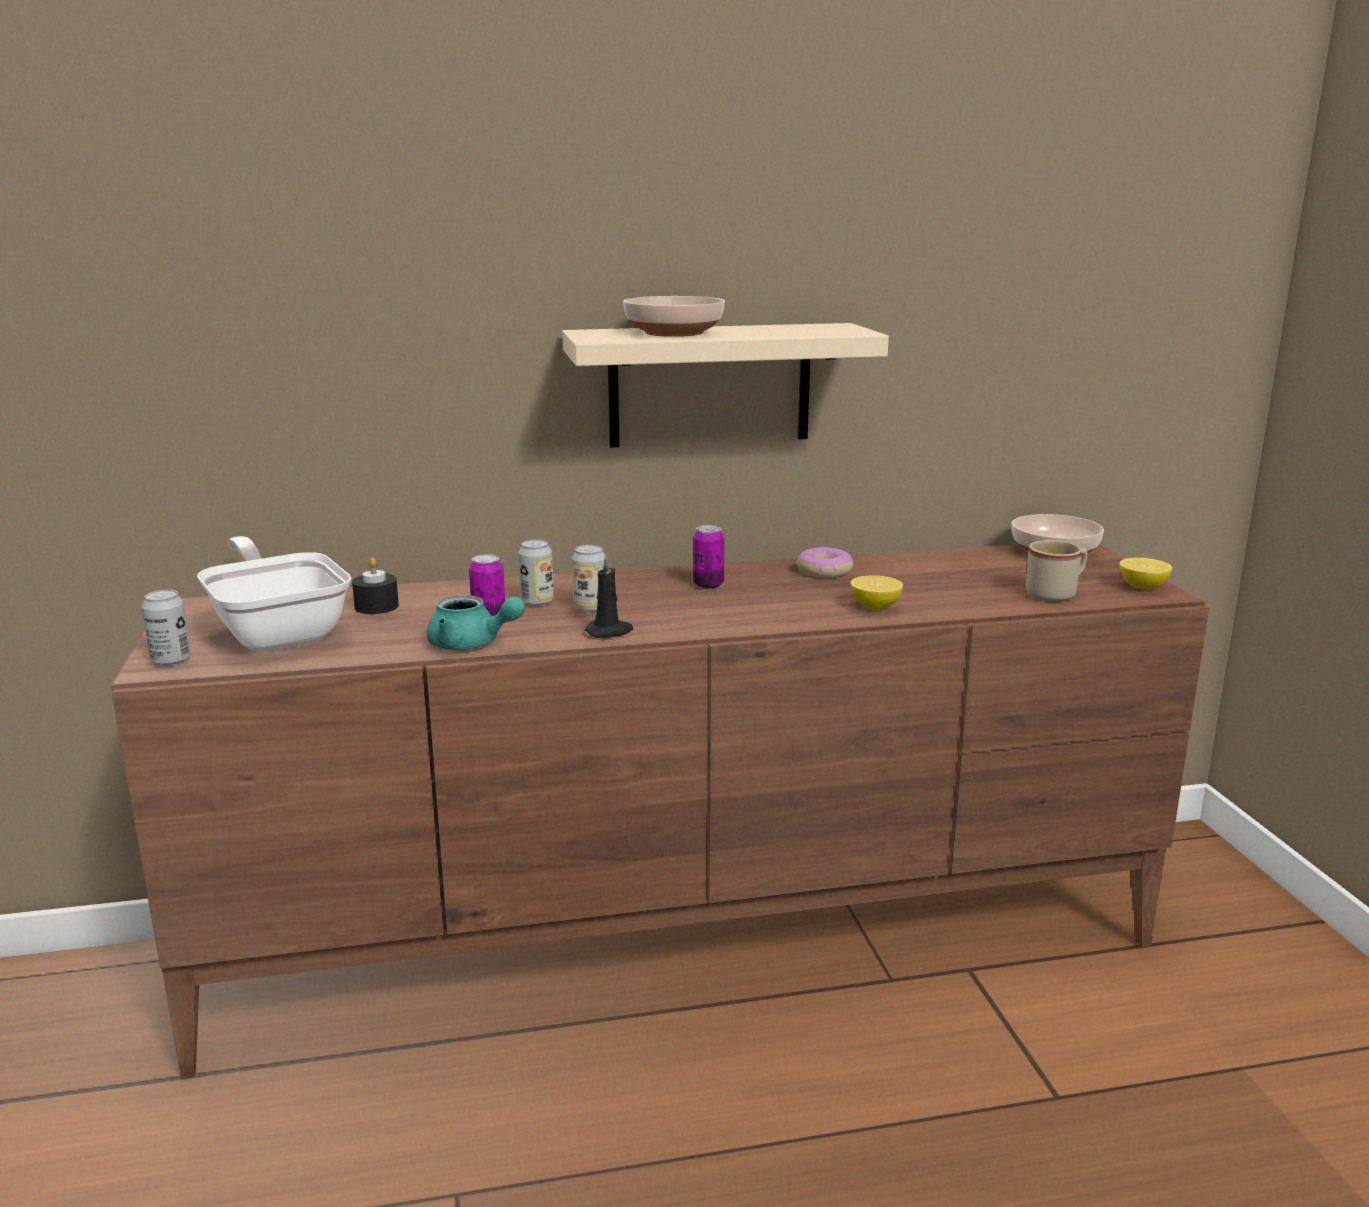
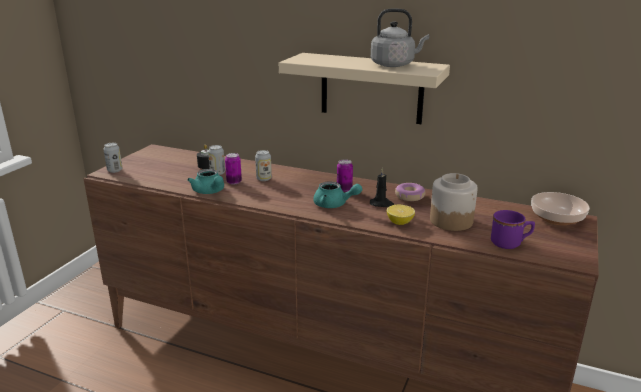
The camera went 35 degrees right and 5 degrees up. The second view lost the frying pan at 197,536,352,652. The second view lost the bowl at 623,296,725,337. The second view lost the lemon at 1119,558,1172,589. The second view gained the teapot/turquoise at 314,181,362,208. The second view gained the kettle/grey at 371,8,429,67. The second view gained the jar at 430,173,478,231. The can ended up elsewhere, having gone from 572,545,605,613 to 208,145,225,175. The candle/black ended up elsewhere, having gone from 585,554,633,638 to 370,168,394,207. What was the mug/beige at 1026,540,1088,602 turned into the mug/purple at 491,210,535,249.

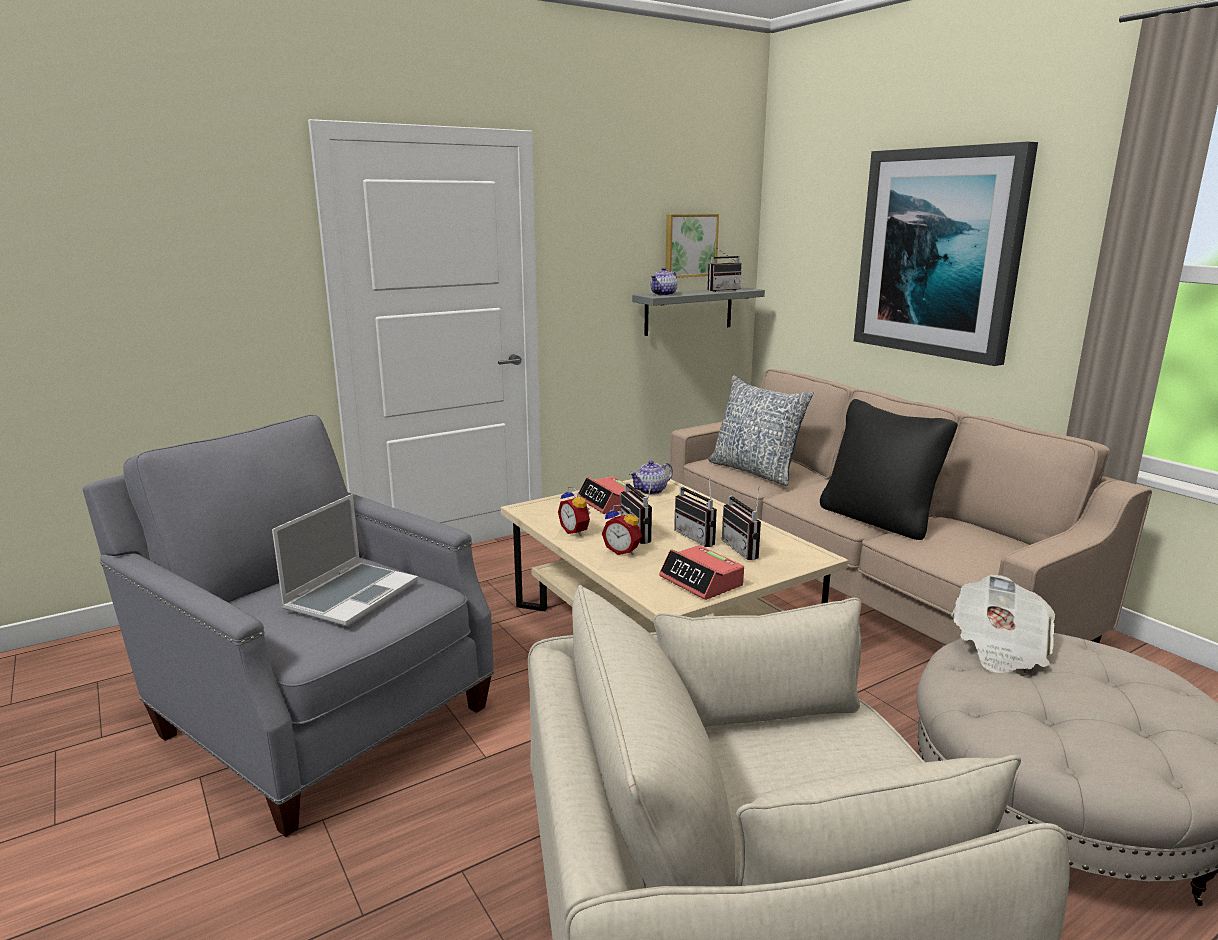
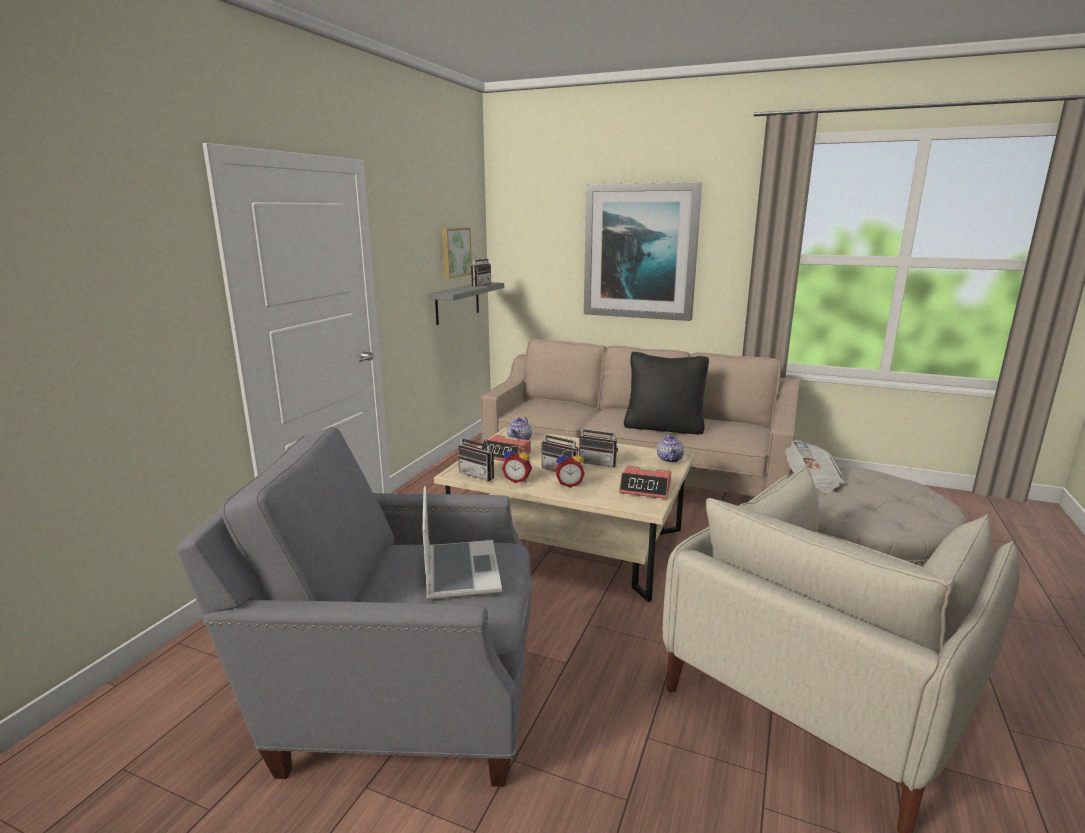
The camera went 35 degrees left and 0 degrees up. The second view lost the pillow at 708,375,814,486. The teapot ended up elsewhere, having gone from 651,267,678,296 to 657,434,684,463. The radio ended up elsewhere, having gone from 722,487,761,560 to 458,430,494,481.

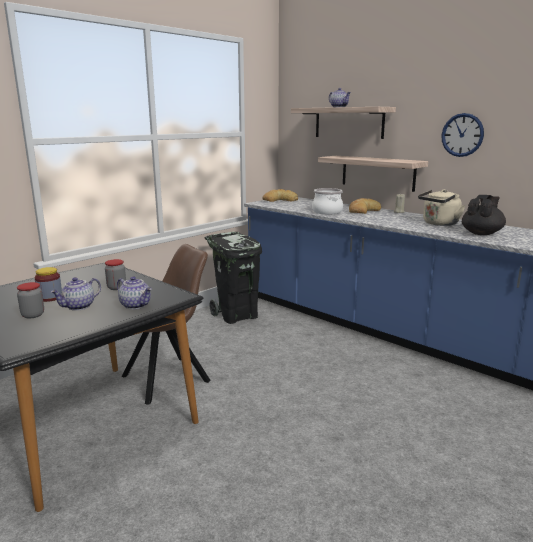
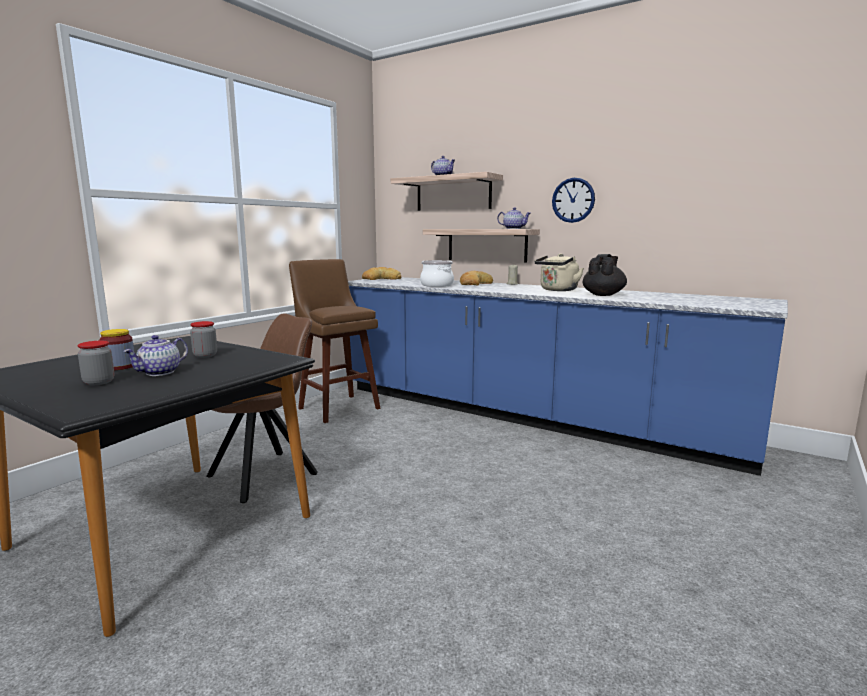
The camera went 10 degrees left and 5 degrees down. The teapot ended up elsewhere, having gone from 117,276,152,309 to 497,207,531,229. Where the trash can/black stood at 204,232,262,324, the stool/brown came to stand at 289,259,381,423.

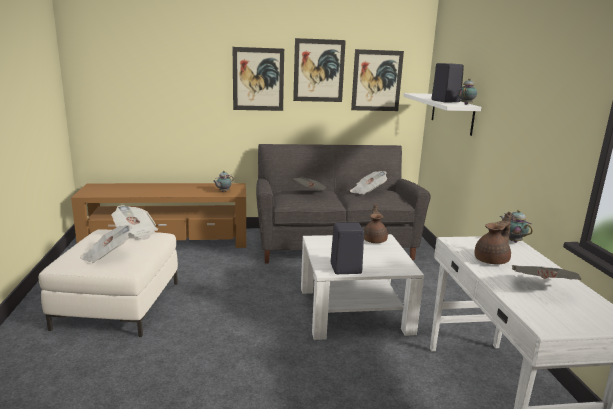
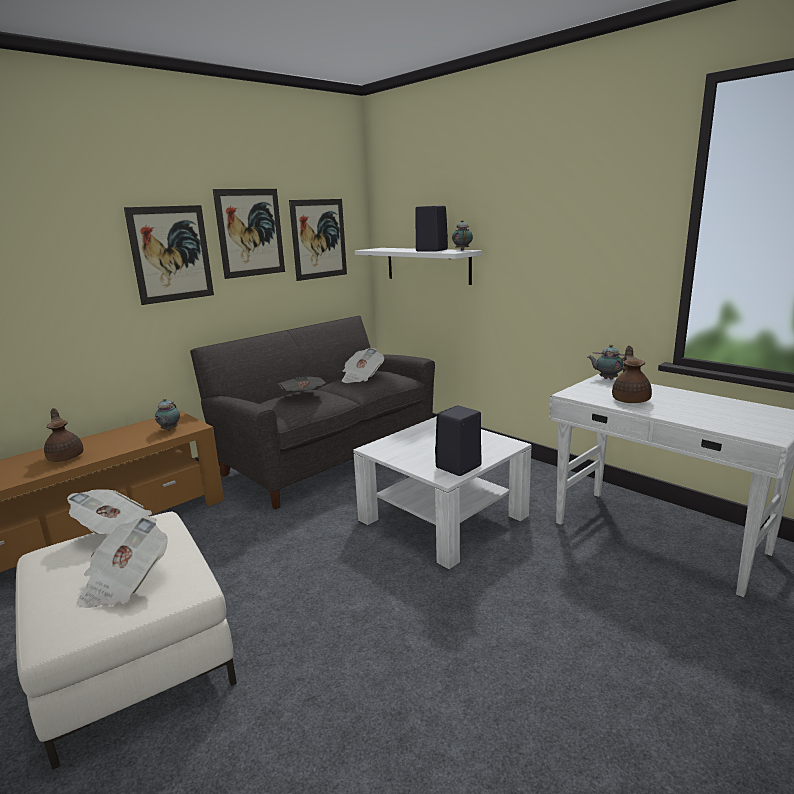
The camera went 35 degrees left and 0 degrees up. The second view lost the newspaper at 512,265,581,280. The teapot/brown ended up elsewhere, having gone from 364,204,388,243 to 44,408,84,462.

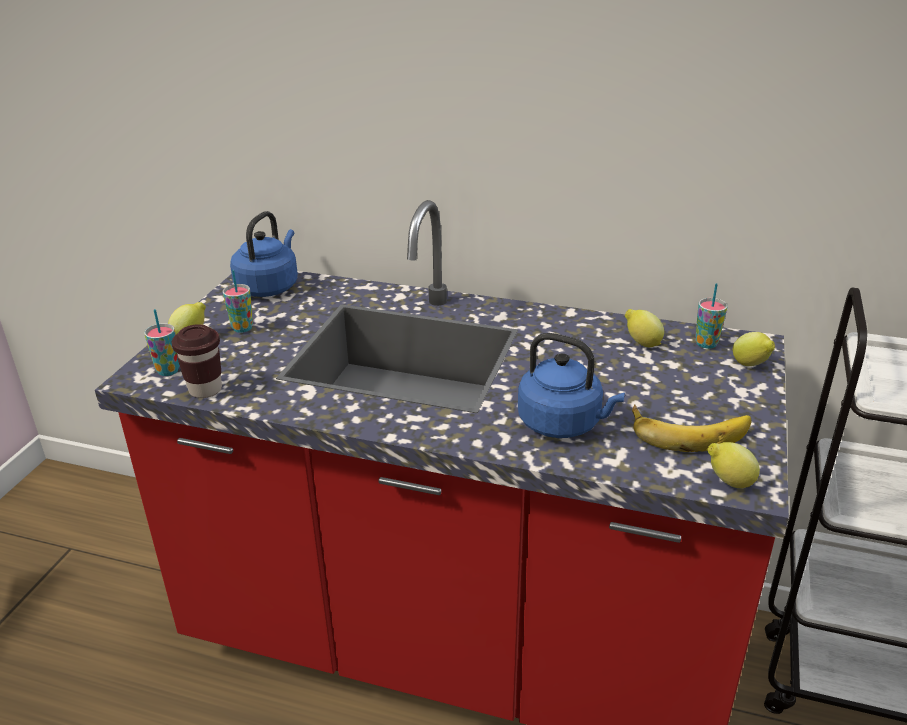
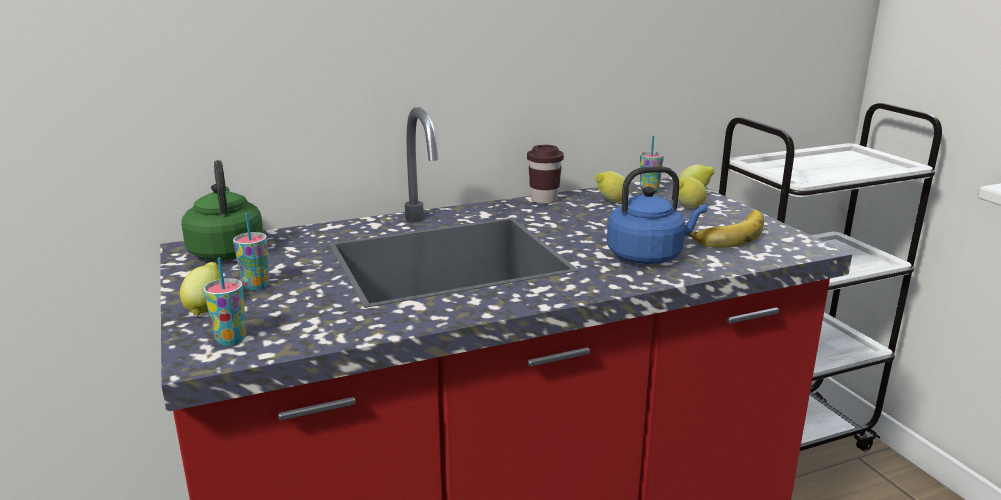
The camera went 40 degrees left and 10 degrees down. The cup/brown ended up elsewhere, having gone from 172,324,222,398 to 527,145,564,204. The lemon ended up elsewhere, having gone from 707,442,760,488 to 678,177,707,208. What was the kettle/blue at 230,211,298,297 turned into the kettle/green at 181,160,264,260.

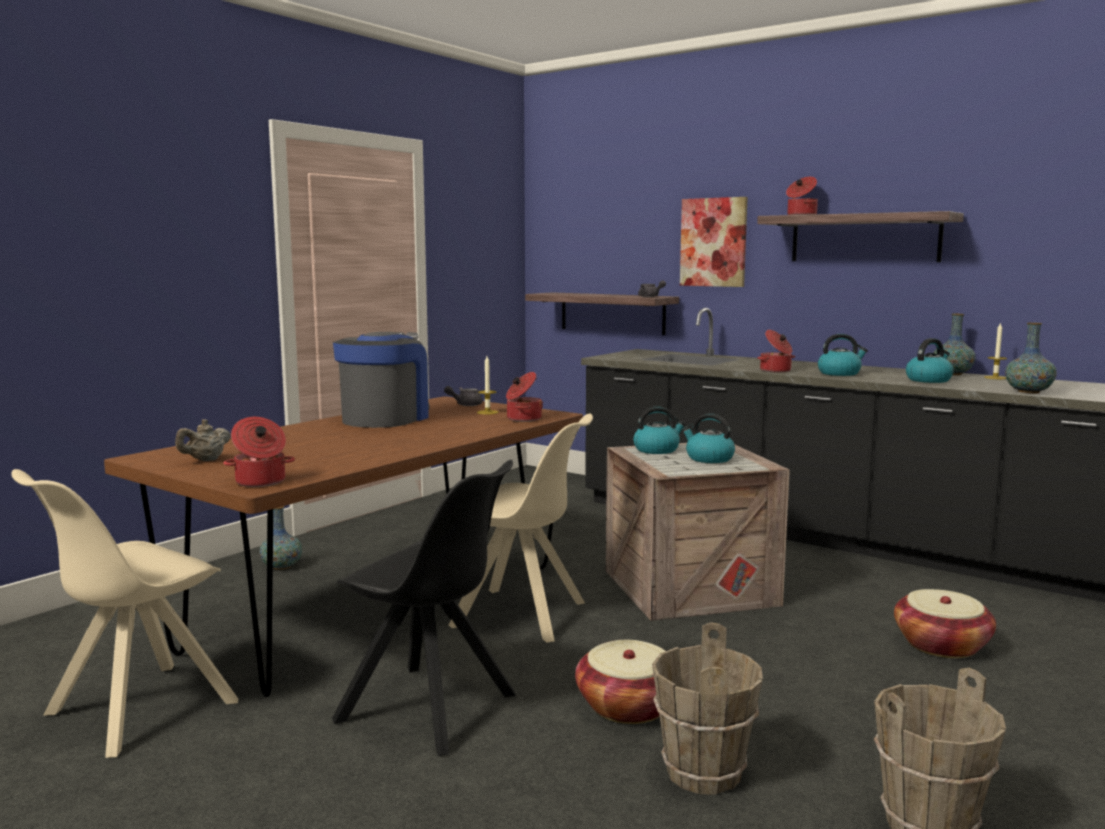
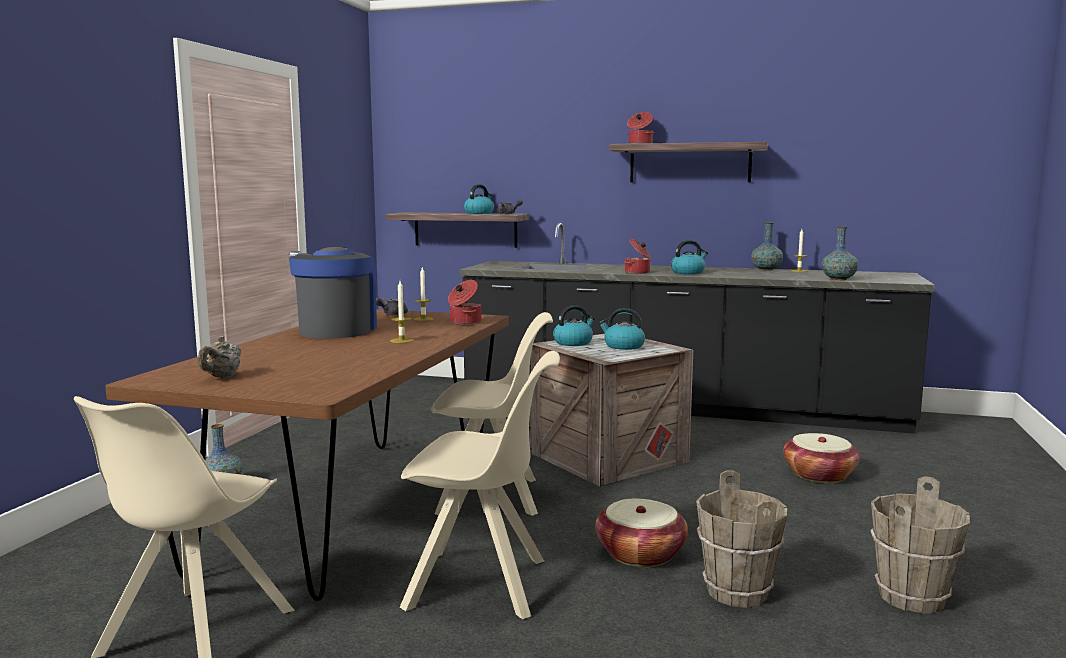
The camera went 20 degrees left and 0 degrees up. The second view lost the cooking pot at 223,417,295,487. The second view lost the picture at 680,197,748,287. The second view gained the candle at 390,281,413,343. The kettle ended up elsewhere, having gone from 906,338,954,383 to 464,184,494,214. What was the chair/black at 332,460,516,756 turned into the chair/beige at 400,351,560,619.

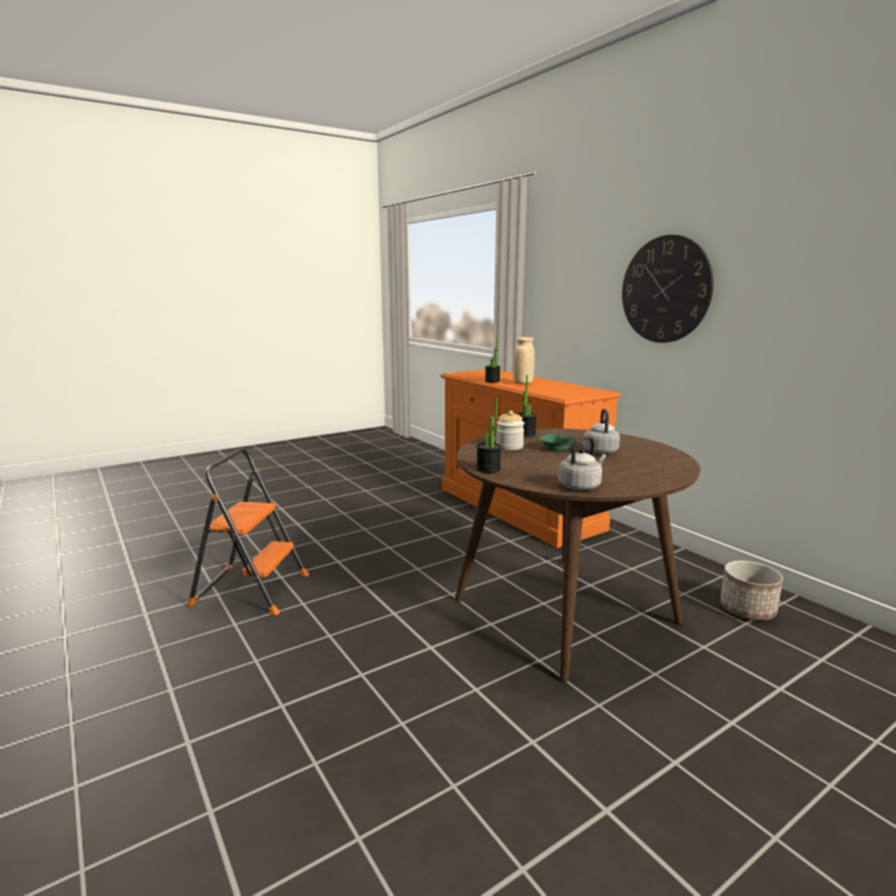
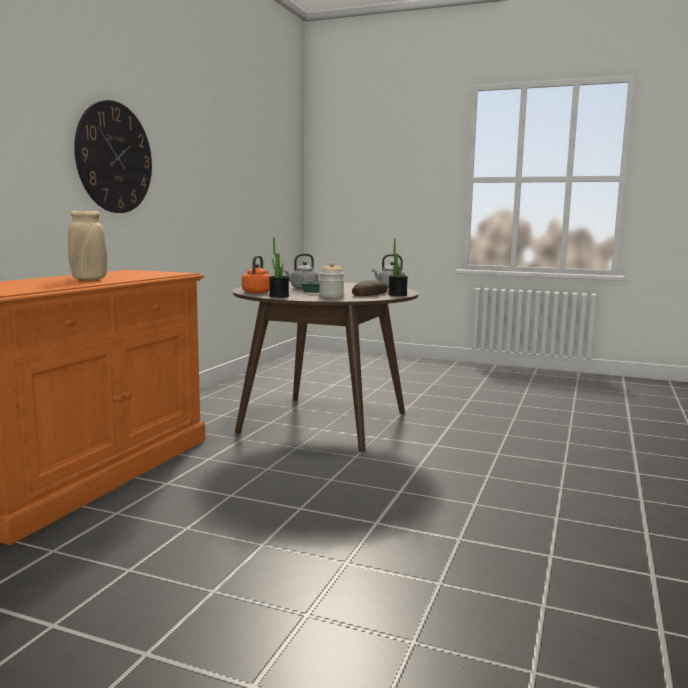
The camera went 125 degrees left and 5 degrees down. The second view lost the step ladder/orange at 188,449,309,615. The second view lost the potted plant at 485,336,500,383. The second view lost the planter at 720,560,783,621. The second view gained the kettle/orange at 242,256,270,294. The second view gained the bread at 352,280,388,296.

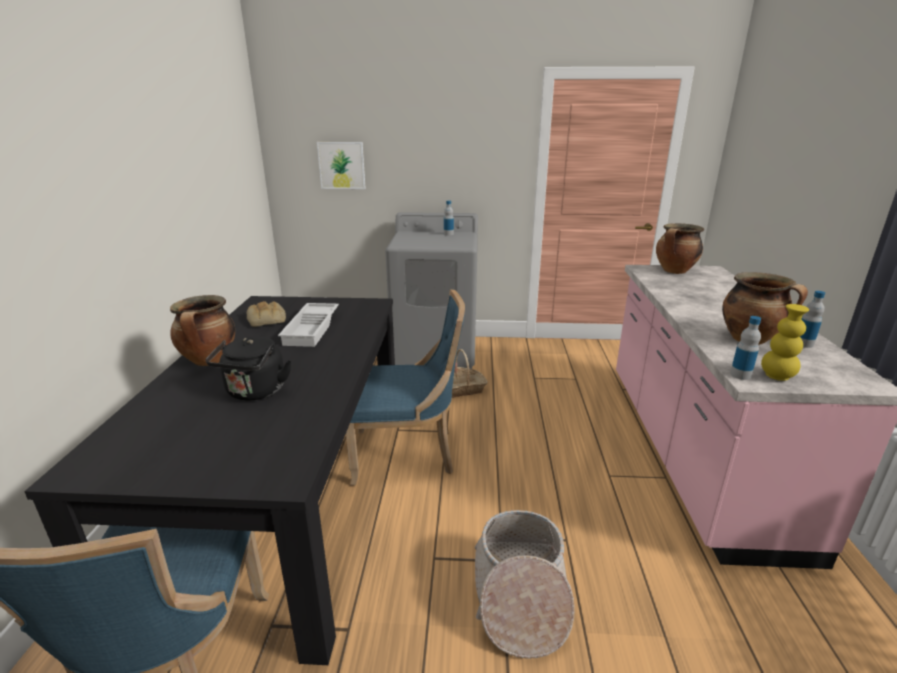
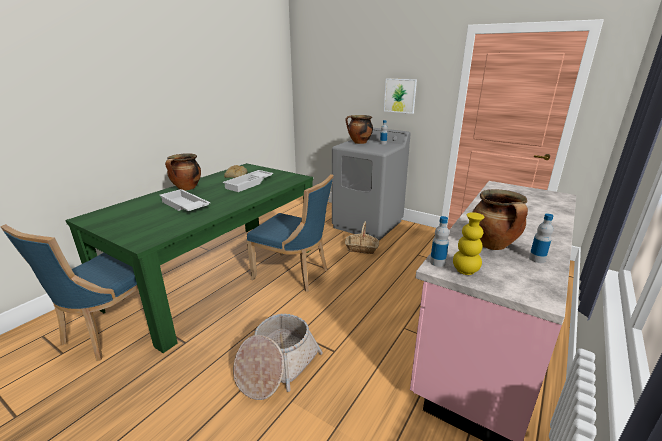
The camera went 30 degrees right and 0 degrees up. The picture ended up elsewhere, having gone from 317,142,366,189 to 384,78,417,114. The cooking pot ended up elsewhere, having gone from 656,223,704,274 to 346,115,373,144. Where the kettle/black stood at 206,337,291,401, the tray/white came to stand at 159,189,210,211. What was the dining table/black at 24,296,395,665 turned into the dining table/green at 65,163,313,353.

